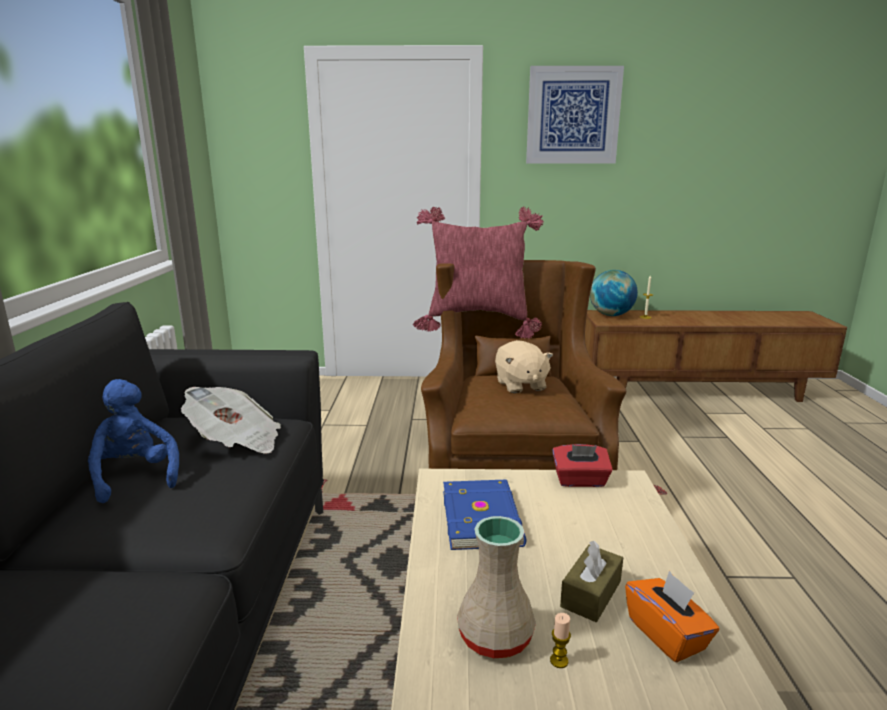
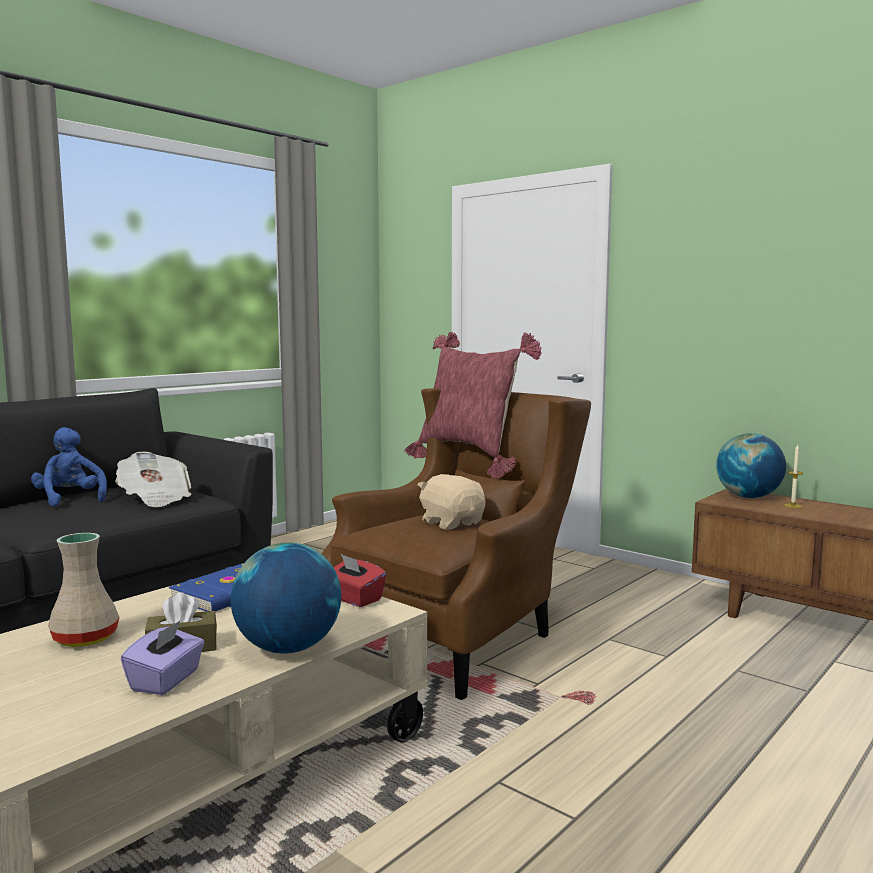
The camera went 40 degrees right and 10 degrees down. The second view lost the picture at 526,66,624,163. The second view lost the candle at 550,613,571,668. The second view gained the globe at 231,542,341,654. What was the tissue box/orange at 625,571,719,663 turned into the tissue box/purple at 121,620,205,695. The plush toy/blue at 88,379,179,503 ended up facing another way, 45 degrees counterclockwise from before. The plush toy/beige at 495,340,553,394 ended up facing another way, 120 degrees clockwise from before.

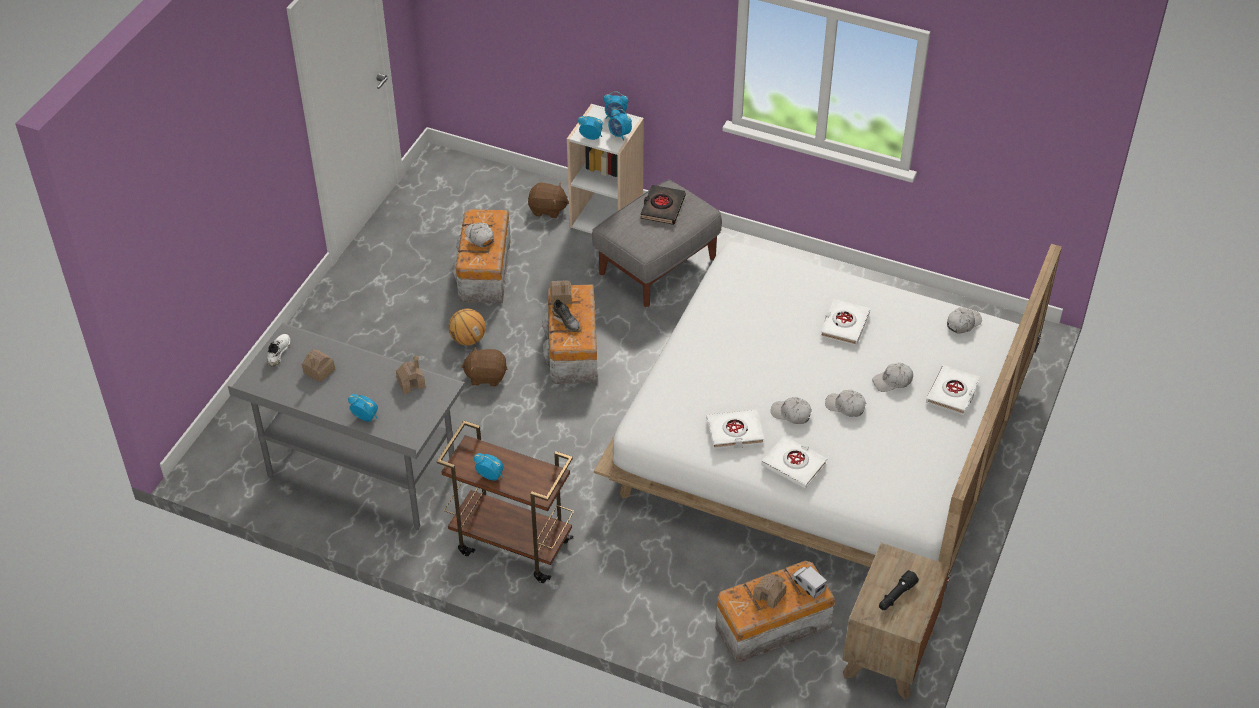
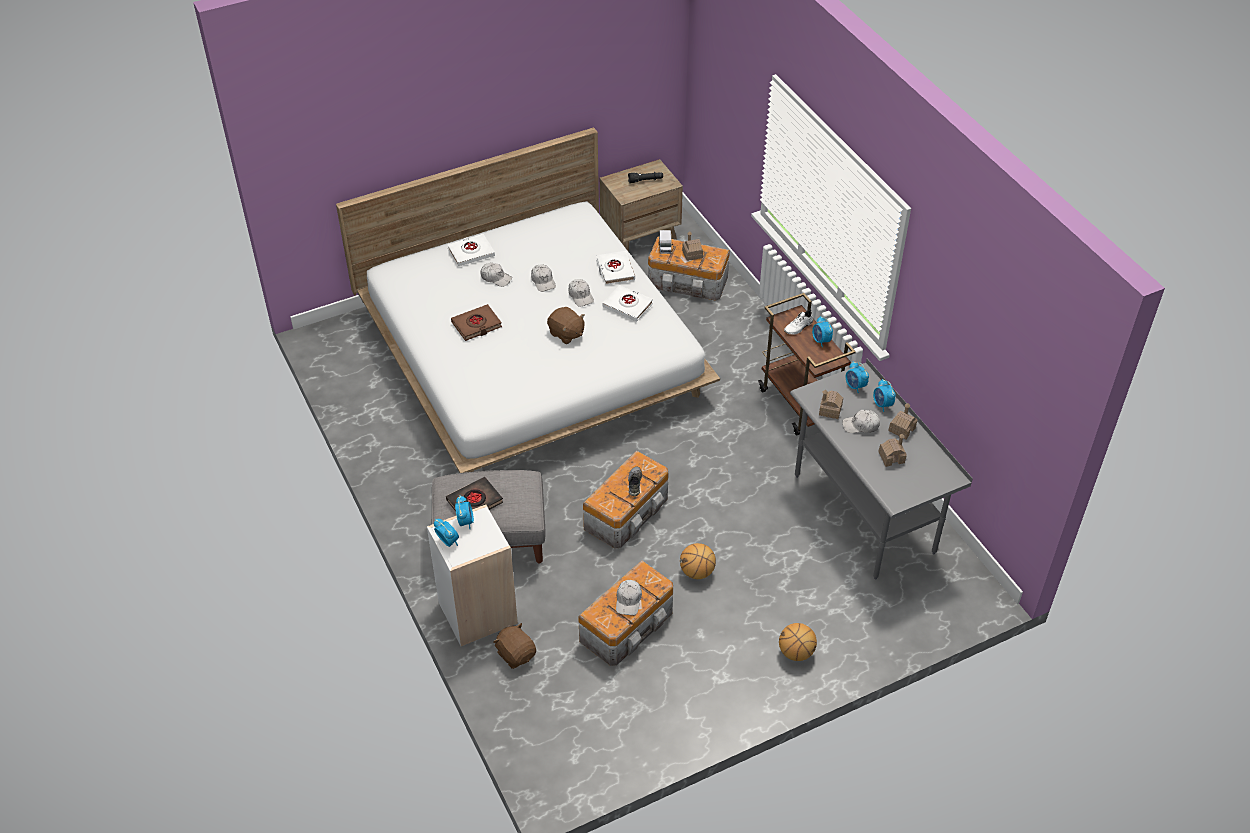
The camera went 140 degrees left and 0 degrees up. The second view gained the basketball at 779,623,817,661. The shoe/white ended up elsewhere, having gone from 267,334,290,366 to 784,310,814,335. The plush toy/brown ended up elsewhere, having gone from 461,346,507,387 to 547,307,584,344. The toy house ended up elsewhere, having gone from 550,280,572,305 to 888,403,917,440. The alarm clock ended up elsewhere, having gone from 578,116,603,140 to 846,361,869,393. The cap/white ended up elsewhere, having gone from 947,307,982,334 to 842,410,880,433. What was the book/white at 820,299,870,345 turned into the book/brown at 451,304,502,341.

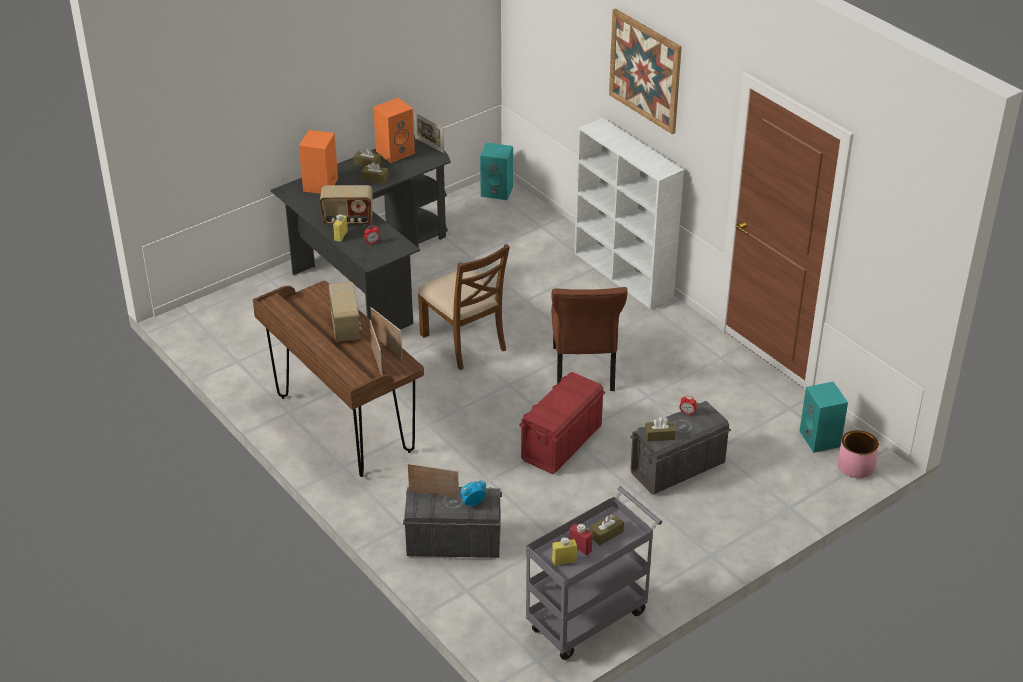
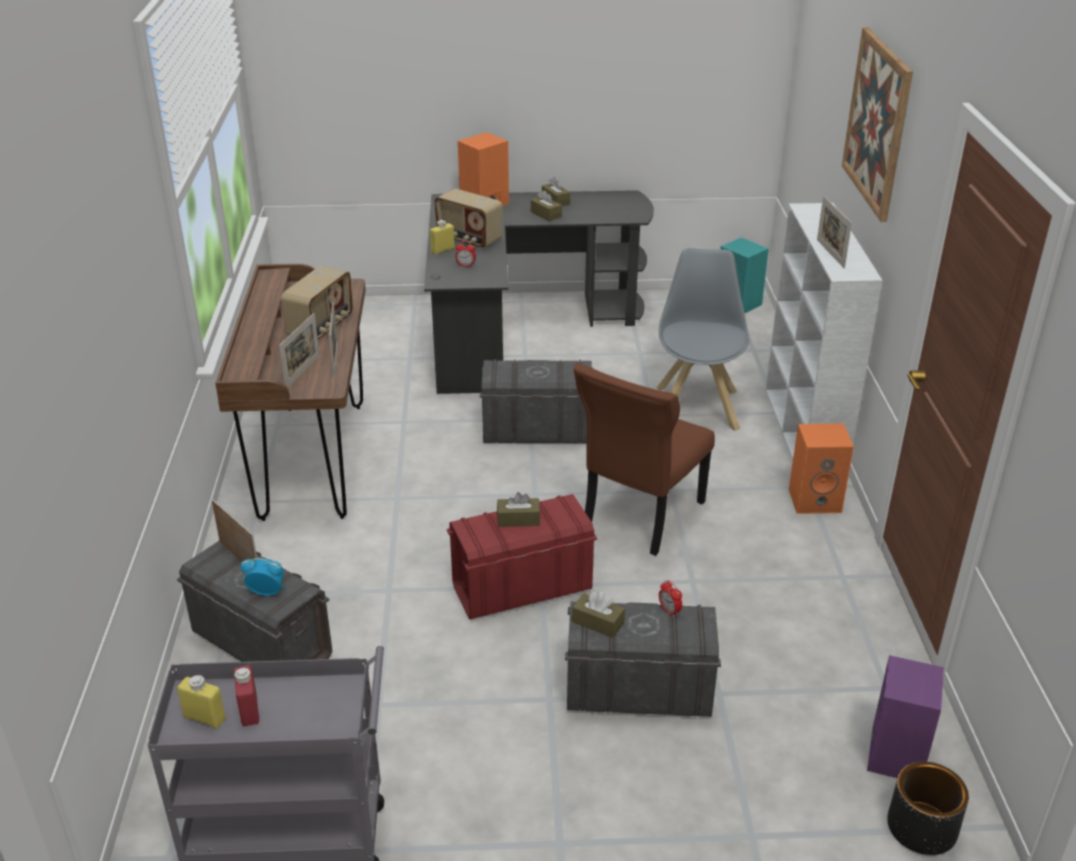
The camera went 35 degrees right and 5 degrees down. The second view gained the chair/grey at 656,248,750,431. The speaker/orange ended up elsewhere, having gone from 373,98,415,163 to 789,423,854,514. The picture frame ended up elsewhere, having gone from 414,112,444,153 to 817,196,852,268. The tissue box/brown ended up elsewhere, having gone from 589,513,624,545 to 497,492,540,527. Where the chair/brown stood at 418,244,510,370, the storage box/grey came to stand at 480,360,593,443. What was the speaker/turquoise at 799,381,848,453 turned into the speaker/purple at 867,655,944,778. What was the planter/pink at 837,430,879,478 turned into the planter/black at 887,762,969,855.

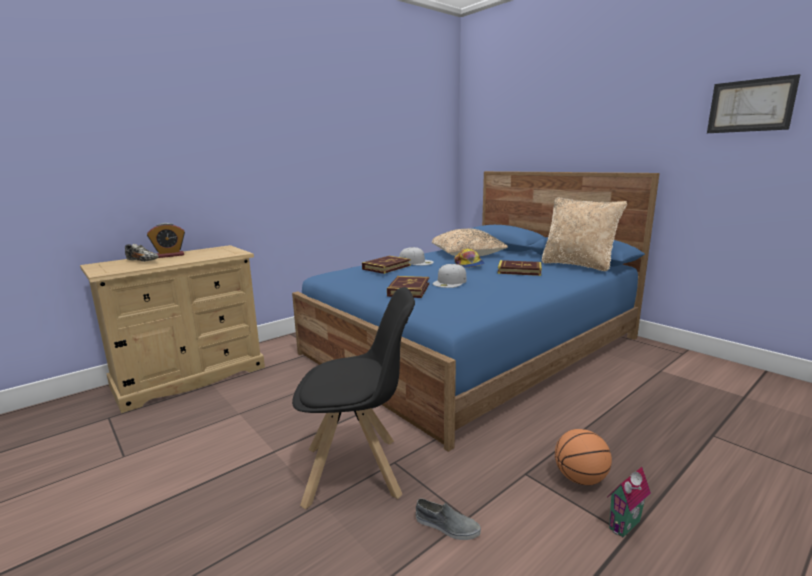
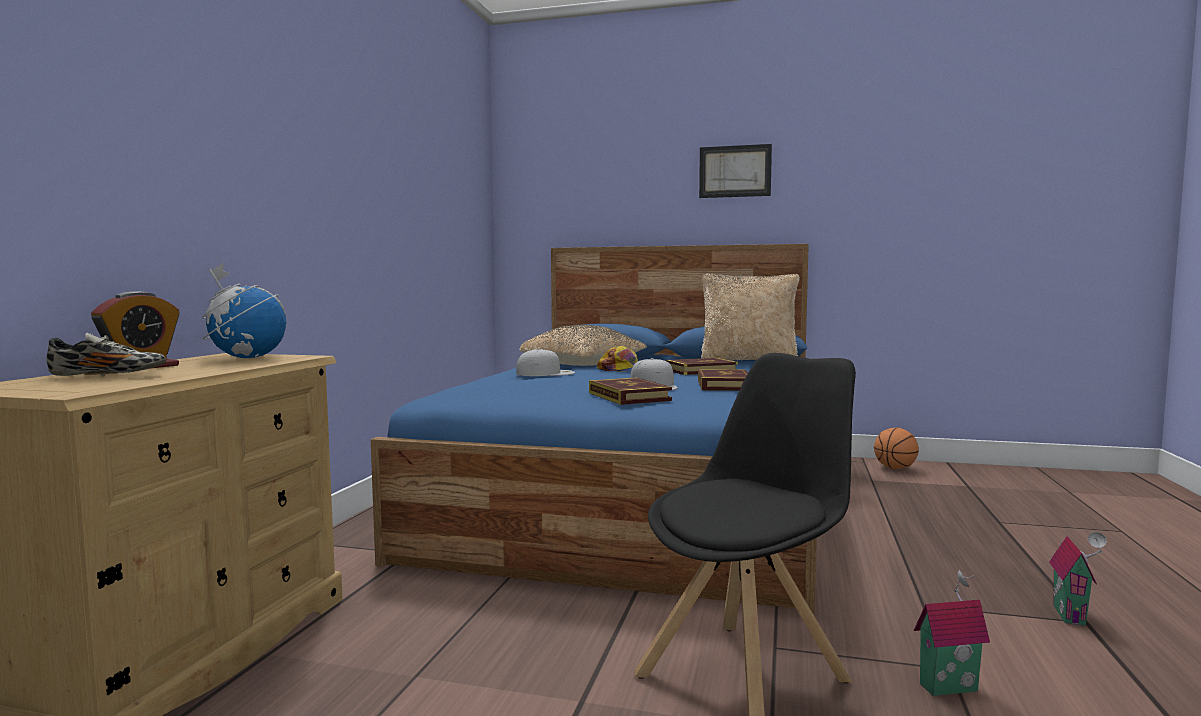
The camera went 35 degrees left and 10 degrees down. The second view gained the globe at 202,263,286,358. The book ended up elsewhere, having gone from 362,256,411,274 to 698,369,748,391. The basketball ended up elsewhere, having gone from 555,429,612,485 to 874,428,919,469. The picture ended up elsewhere, having gone from 707,74,801,133 to 699,144,772,198. Where the shoe/grey stood at 416,498,481,540, the toy house came to stand at 914,570,990,696.

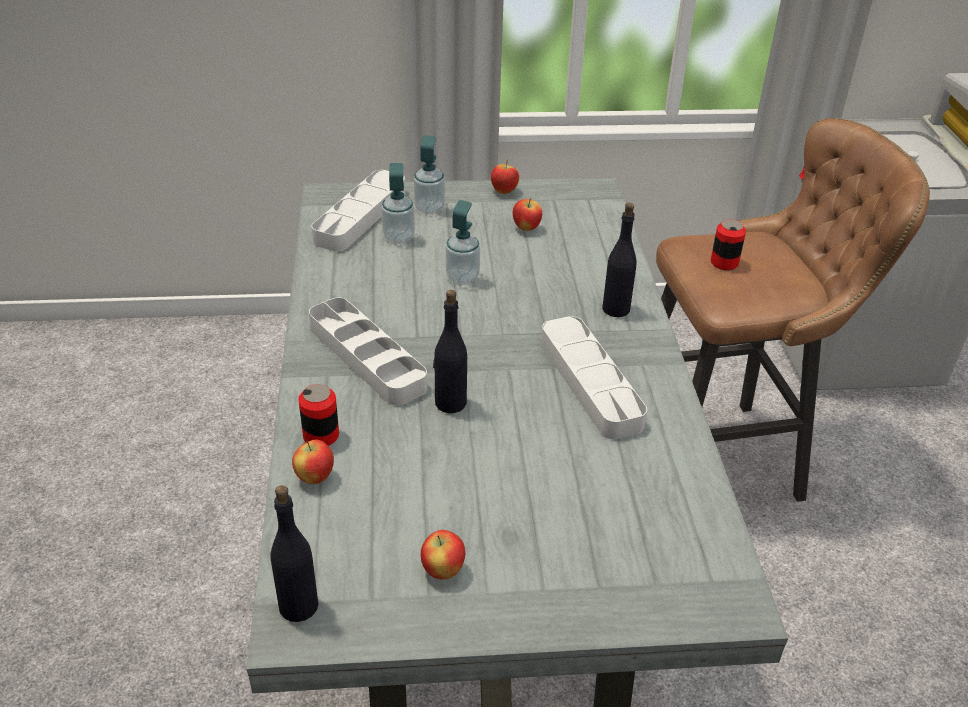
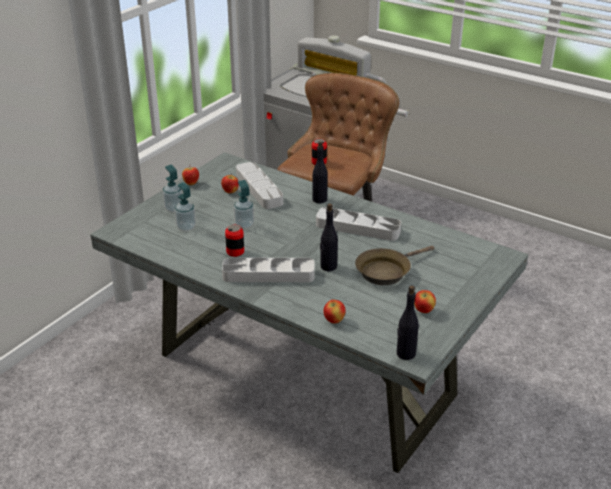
The camera went 50 degrees left and 5 degrees down. The second view gained the frying pan/brown at 355,246,434,285. The can ended up elsewhere, having gone from 298,384,339,446 to 225,225,244,257. The tray/grey ended up elsewhere, having gone from 311,170,406,252 to 236,162,283,209.

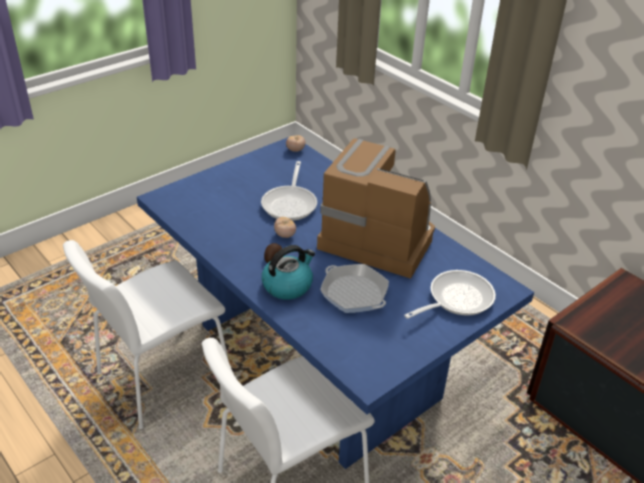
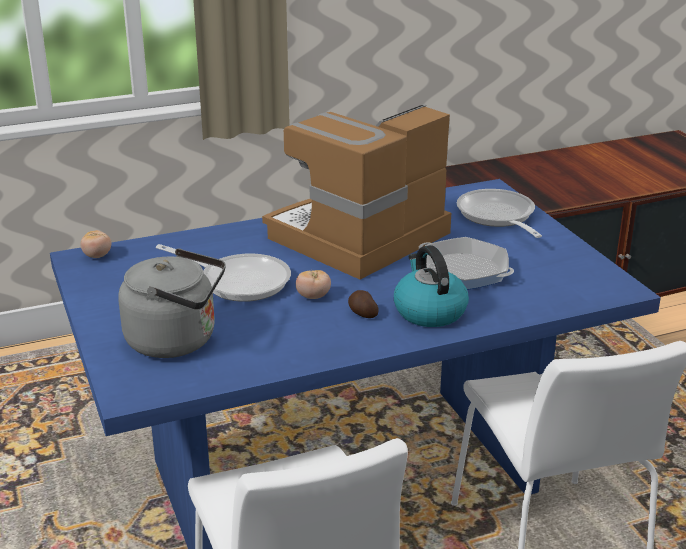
The camera went 70 degrees left and 10 degrees down. The second view gained the kettle/grey at 118,248,226,358. The frying pan at 320,264,389,313 ended up facing another way, 60 degrees clockwise from before.

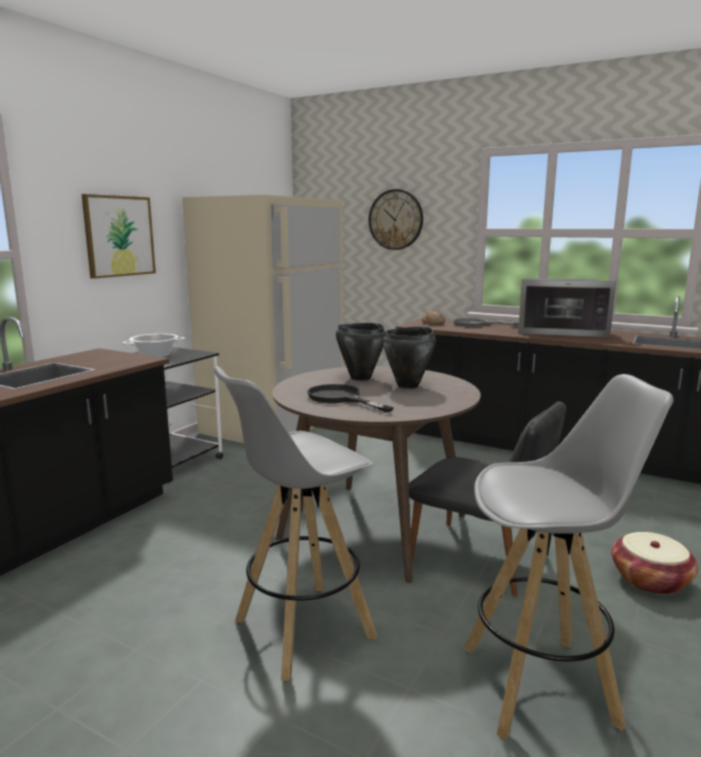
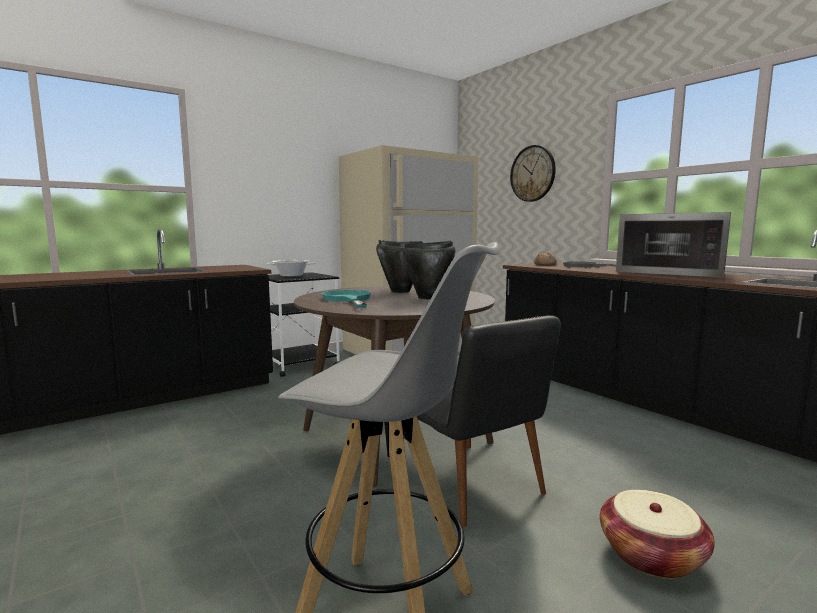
The camera went 25 degrees right and 5 degrees down. The second view lost the picture at 81,194,156,279. The second view lost the stool/grey at 214,366,377,681. What was the frying pan/black at 307,384,394,413 turned into the frying pan/turquoise at 322,290,371,308.

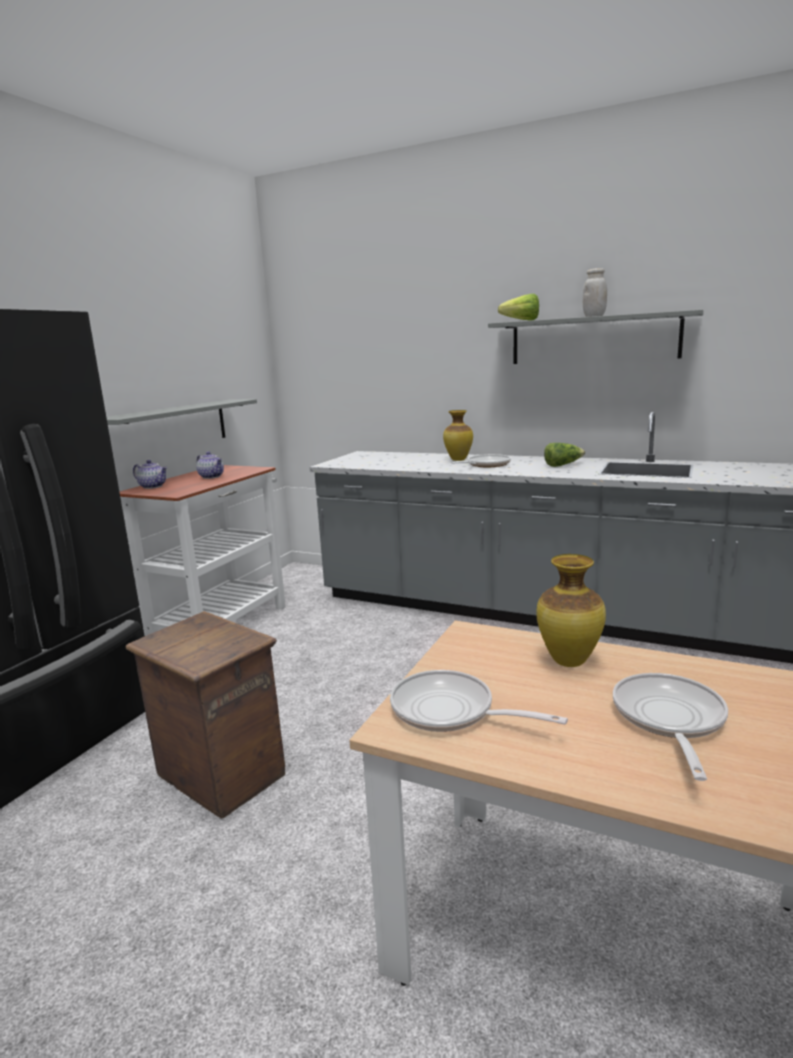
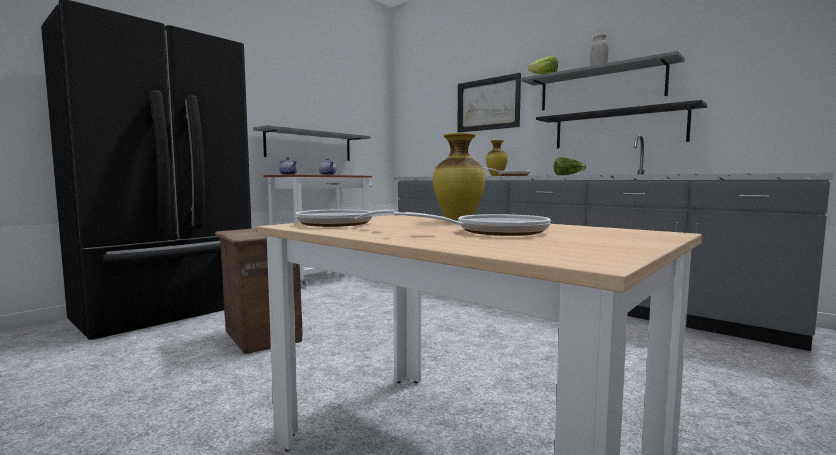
The camera went 15 degrees right and 10 degrees down. The second view gained the picture at 457,73,521,133. The second view gained the shelf/black at 536,100,708,148. The frying pan at 613,673,728,781 ended up facing another way, 45 degrees clockwise from before.

